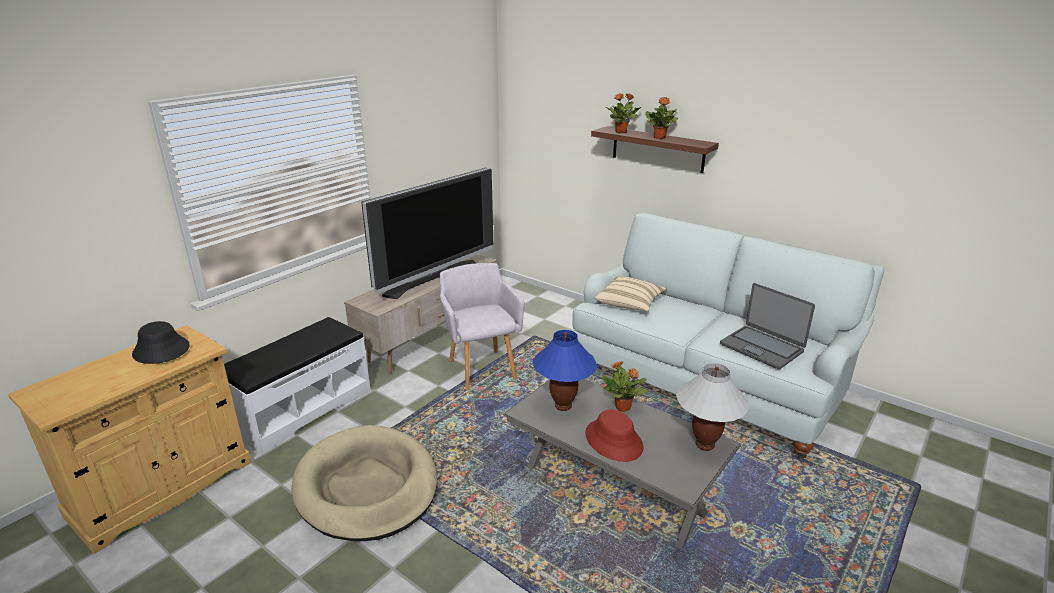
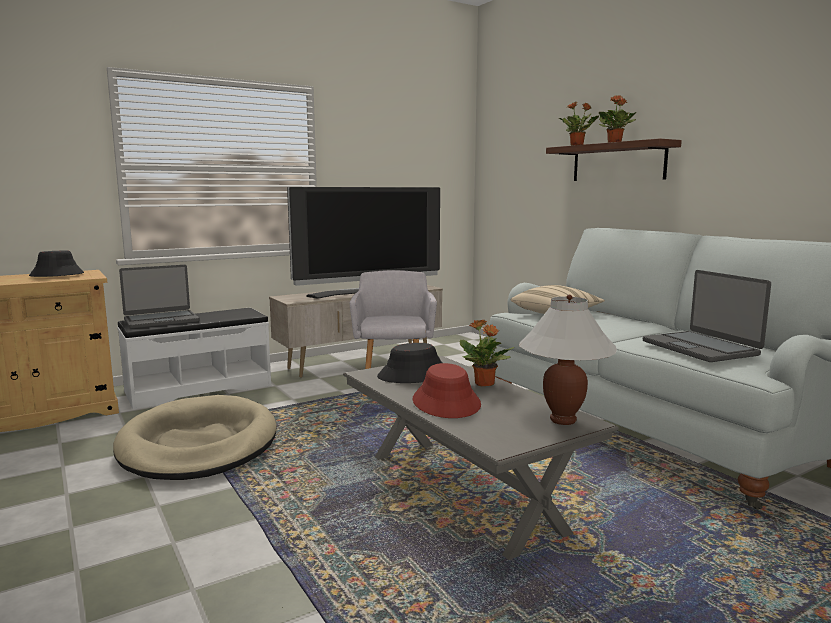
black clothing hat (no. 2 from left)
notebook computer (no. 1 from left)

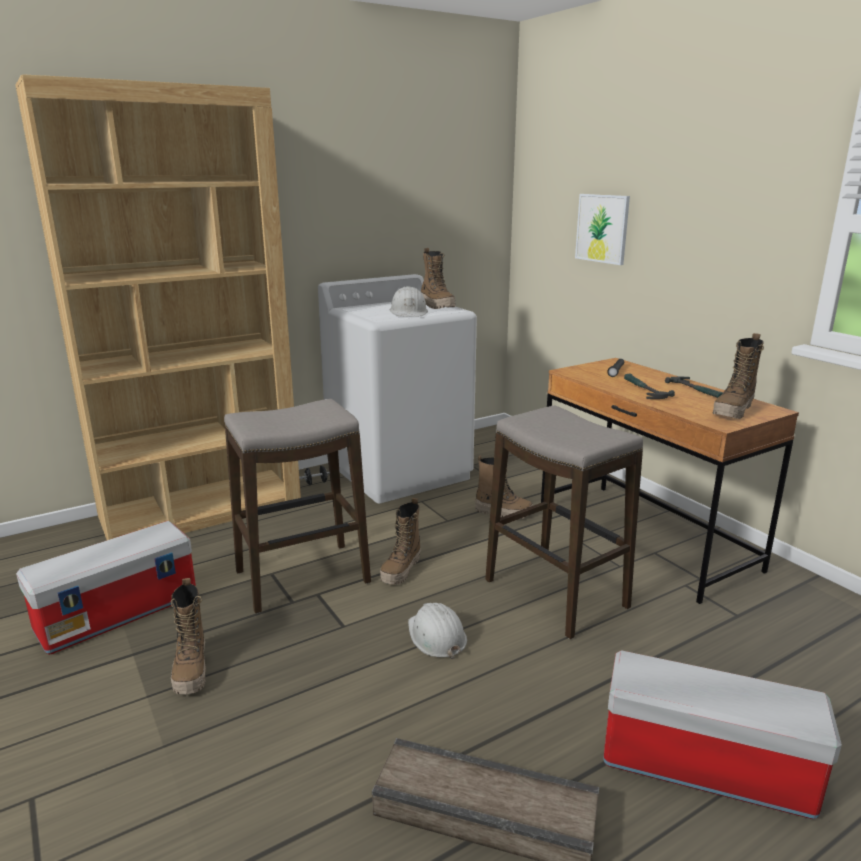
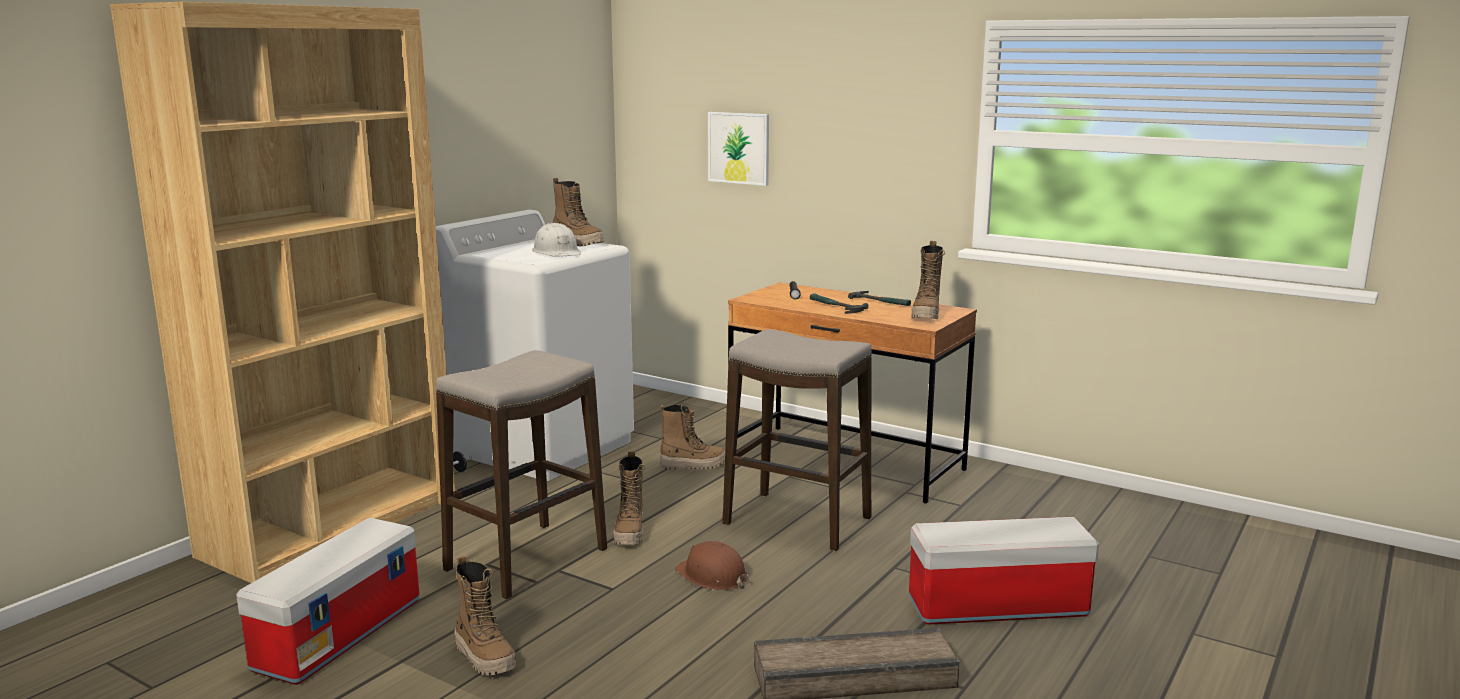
brown-coloured work helmet

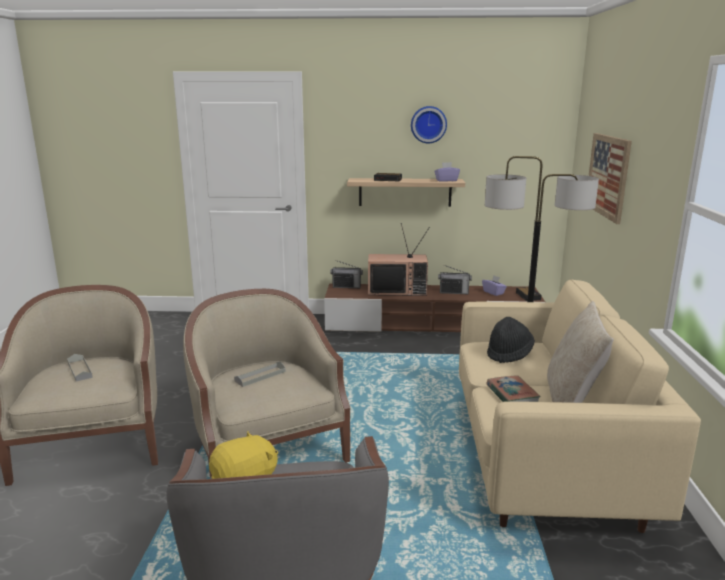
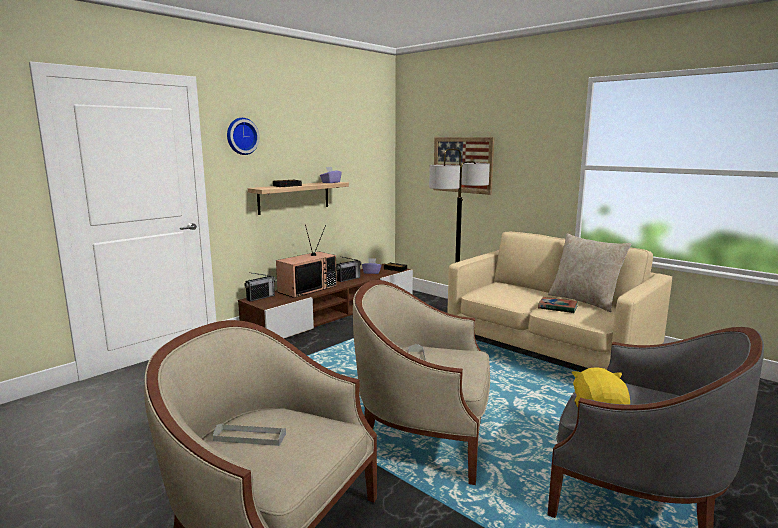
clock on the wall
black clothing hat

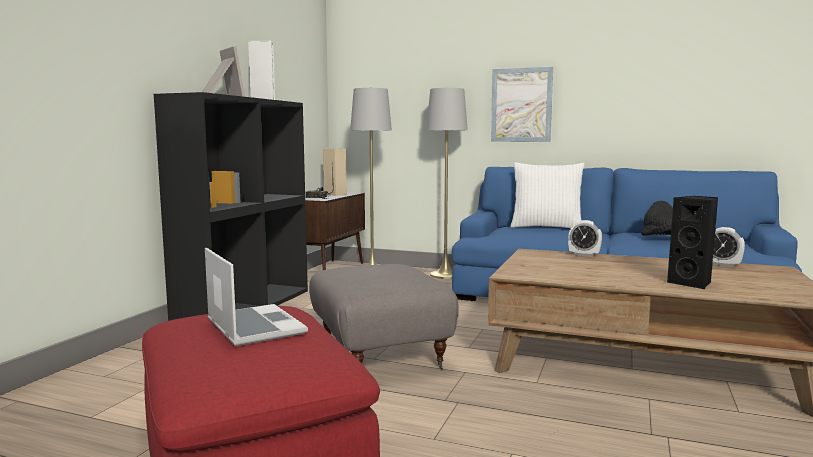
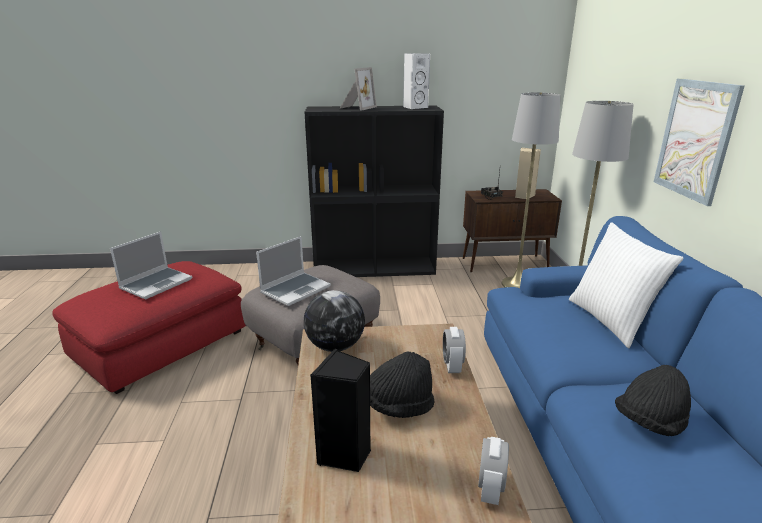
notebook computer (no. 2 from left)
world globe
black clothing hat (no. 1 from left)

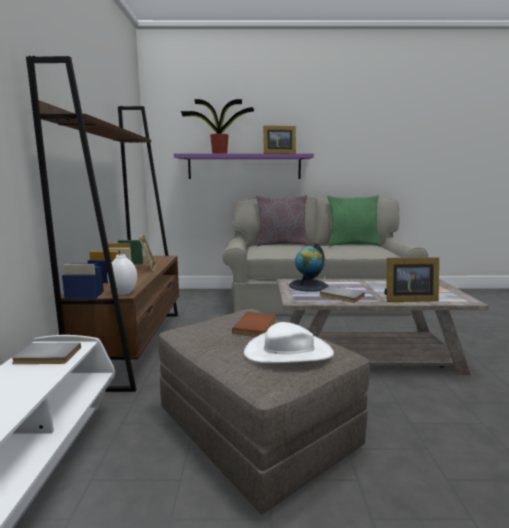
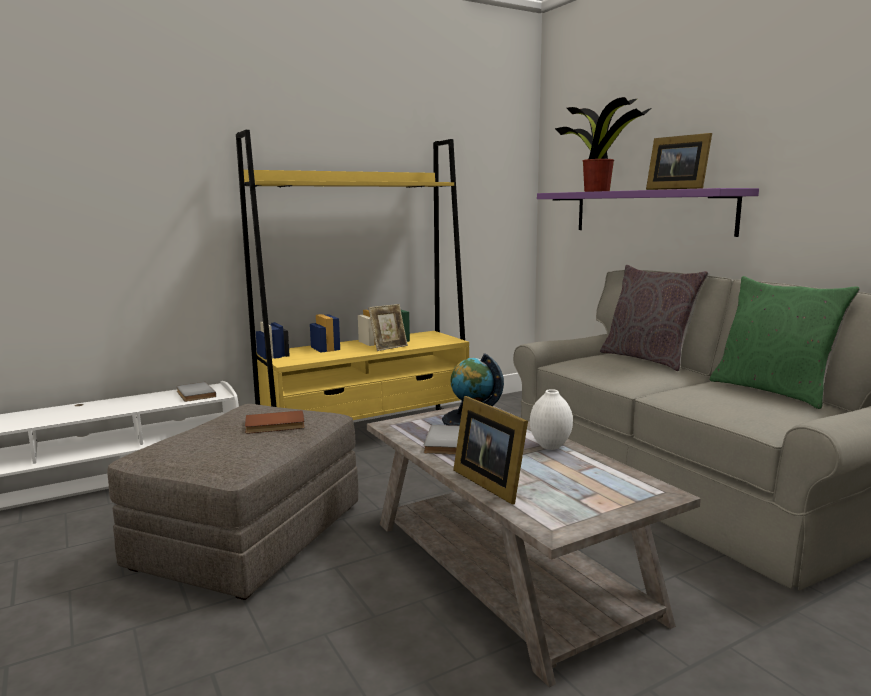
yellow shelving unit
white-coloured decorative vase
white-coloured clothing hat

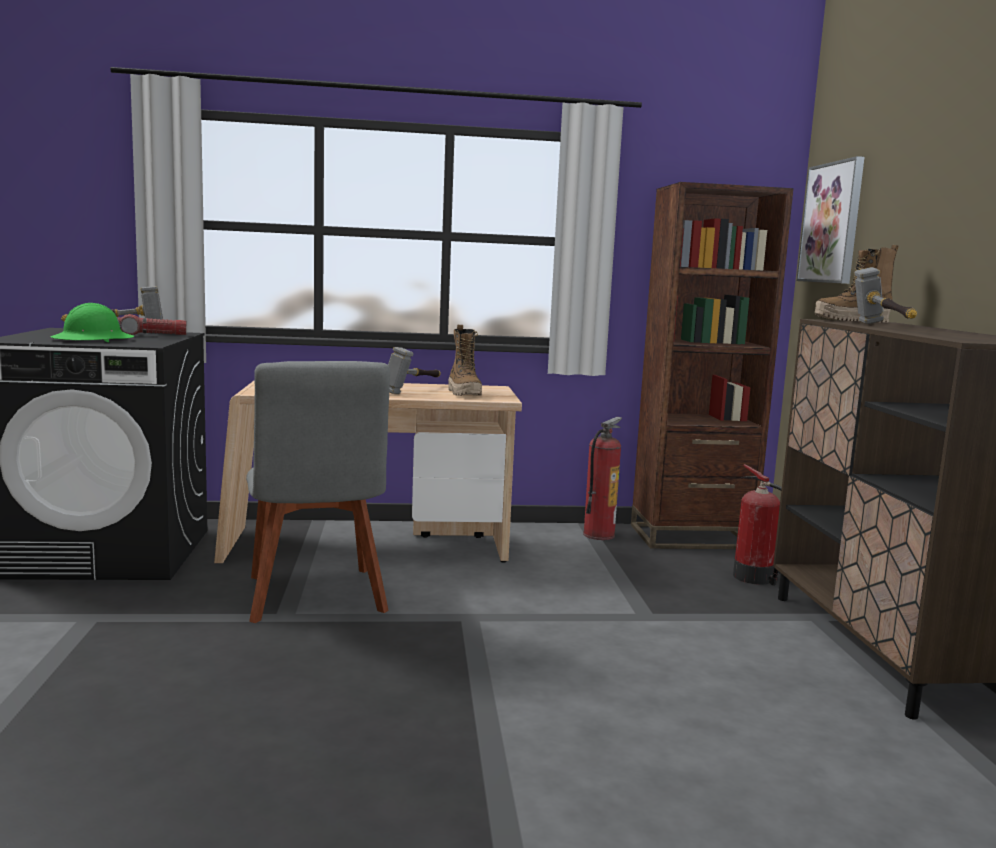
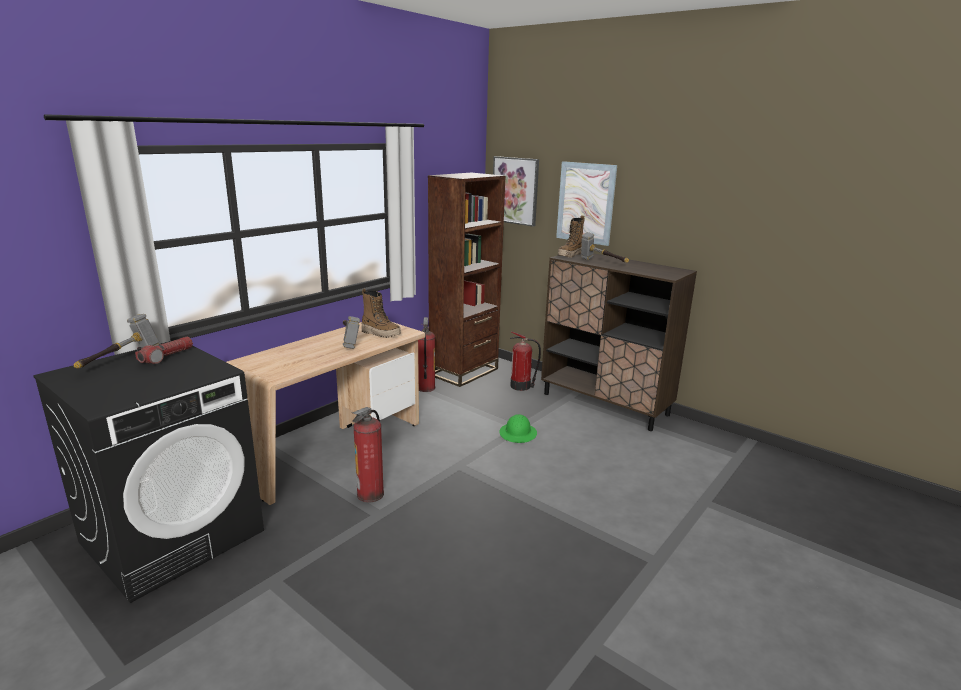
green work helmet
fire extinguisher (no. 1 from left)
wall art (no. 2 from left)

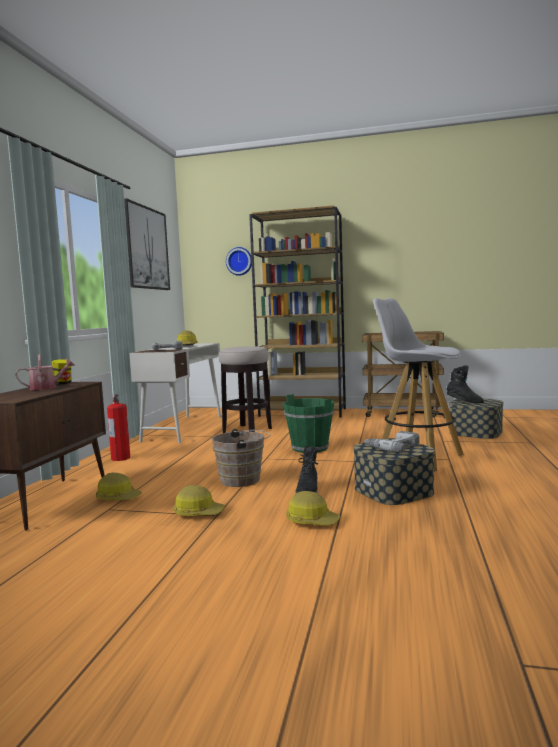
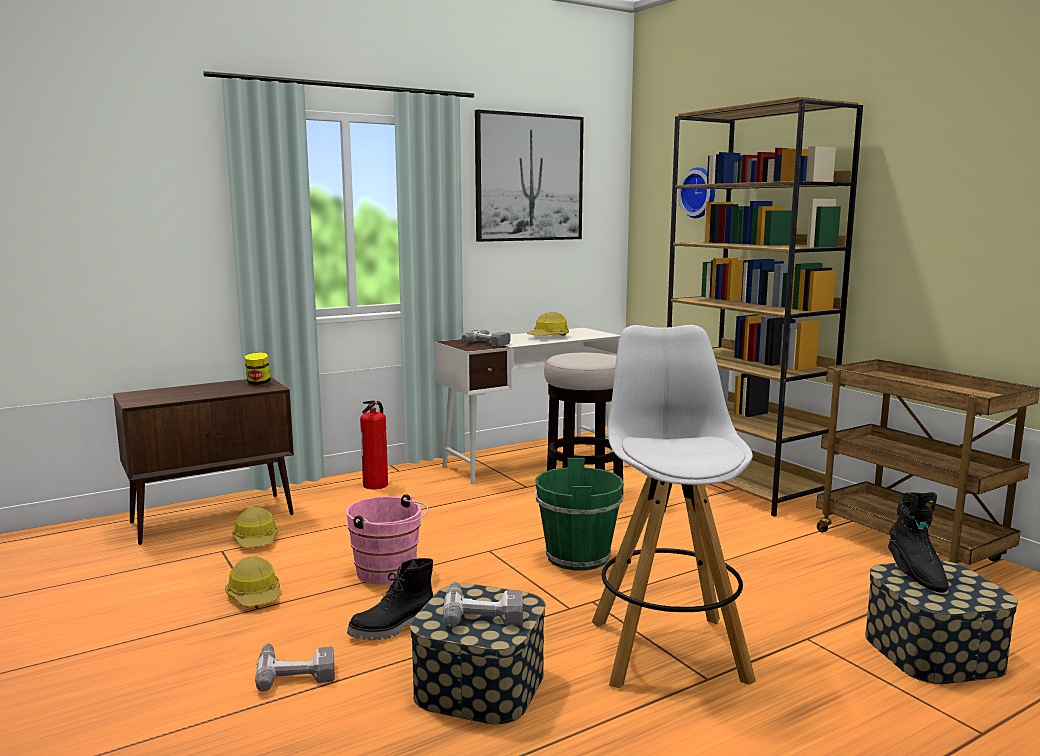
sprinkling can
pink bucket
drill (no. 1 from left)

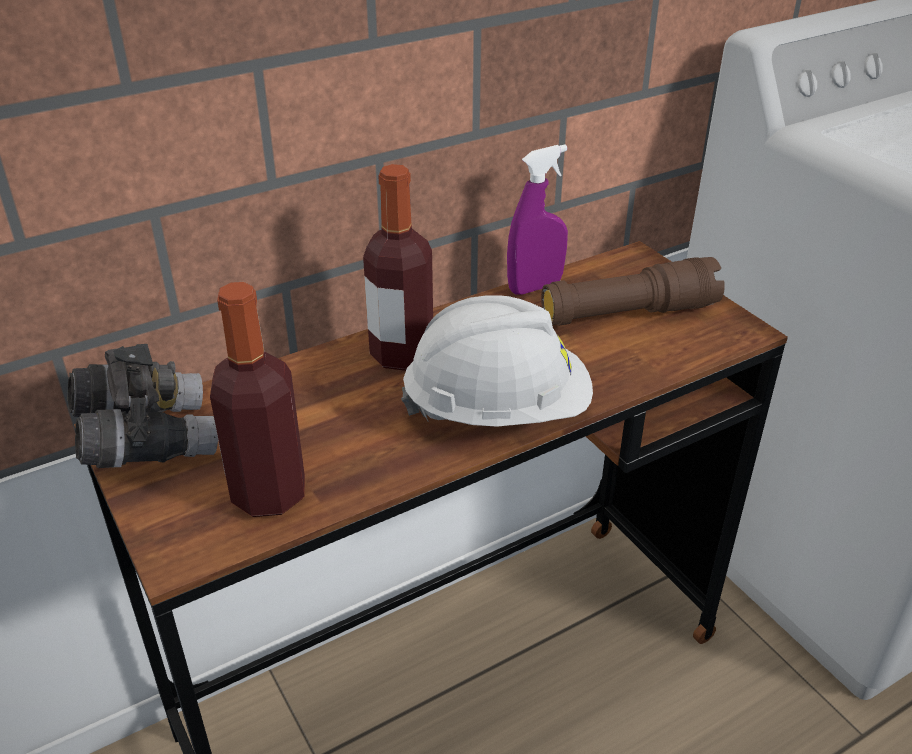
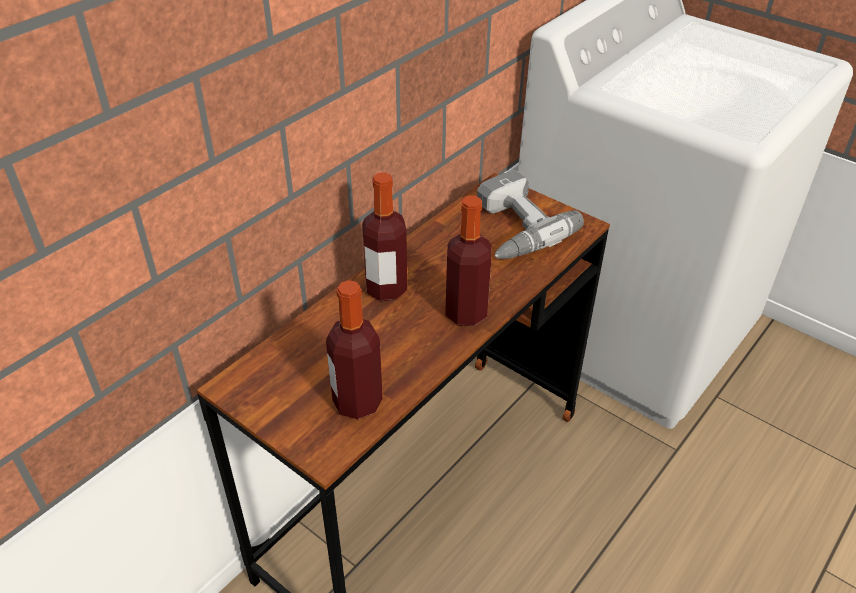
gray binoculars
drink bottle (no. 3 from left)
purplish hand sprayer
drill

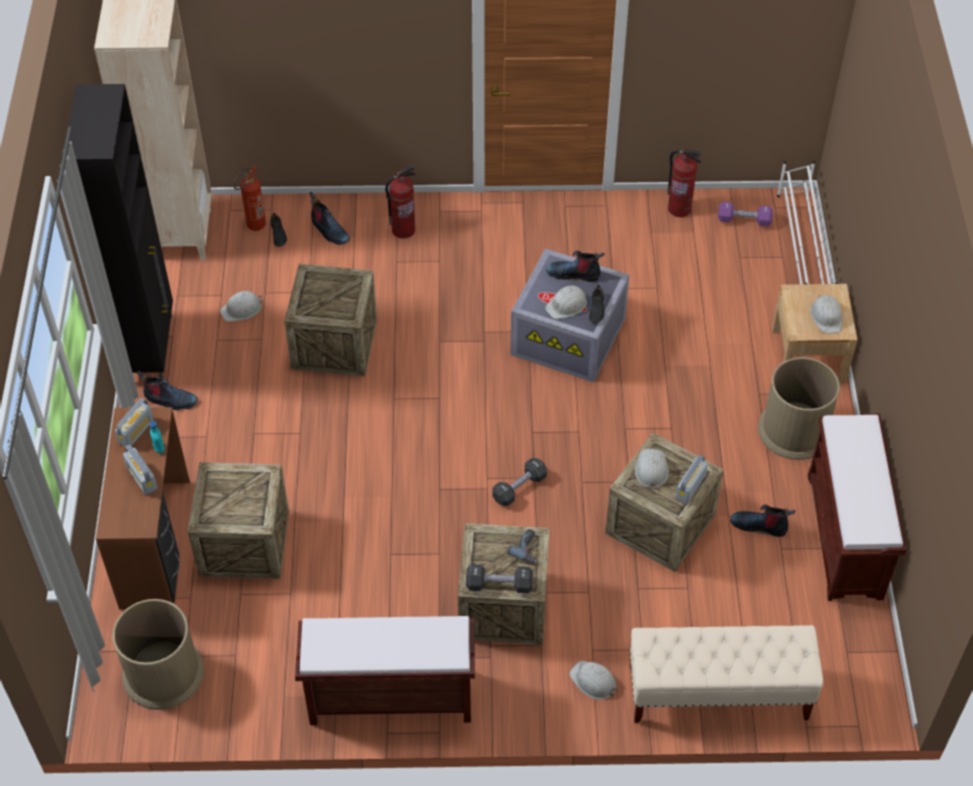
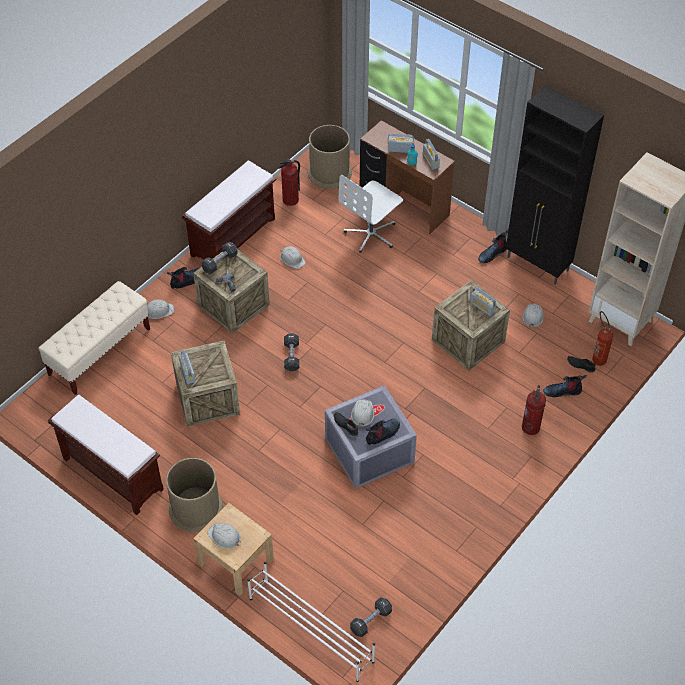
white-coloured computer chair
white-coloured work helmet (no. 3 from left)
fire extinguisher (no. 1 from left)
black free weight (no. 3 from left)
boot (no. 1 from left)
radio receiver (no. 4 from left)

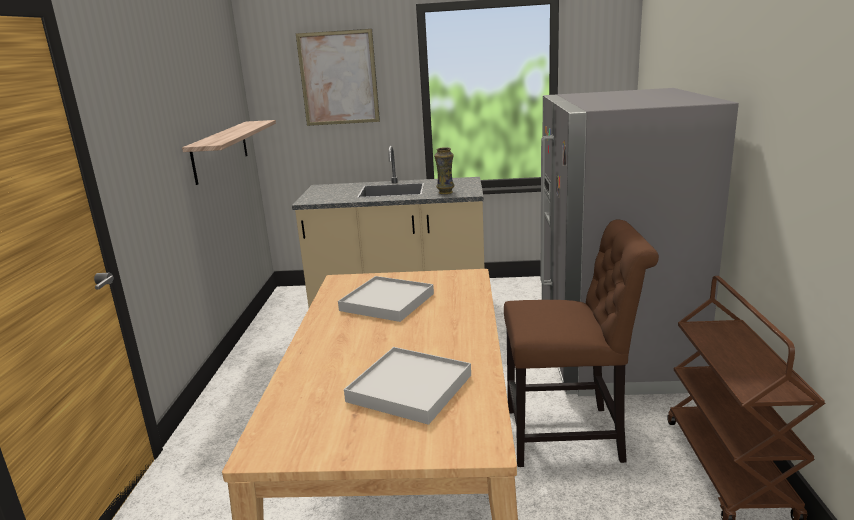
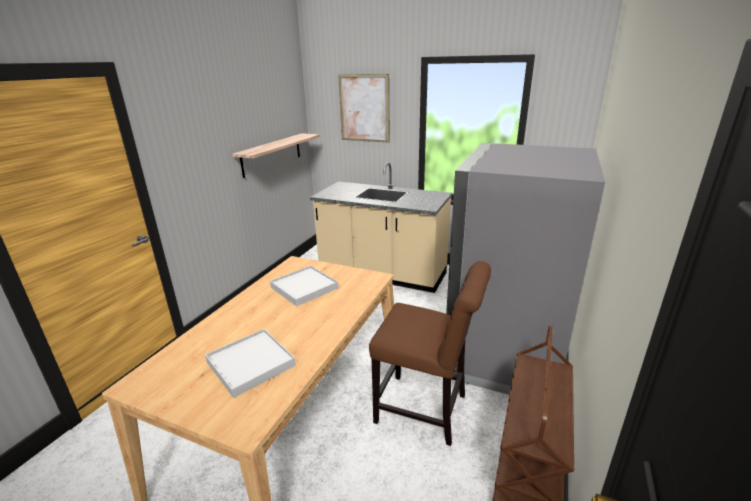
decorative vase

